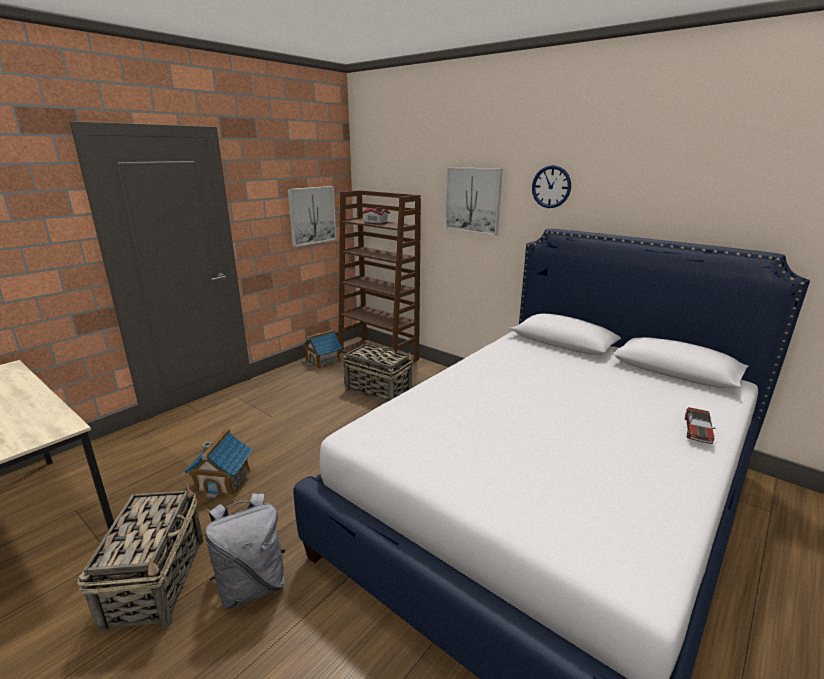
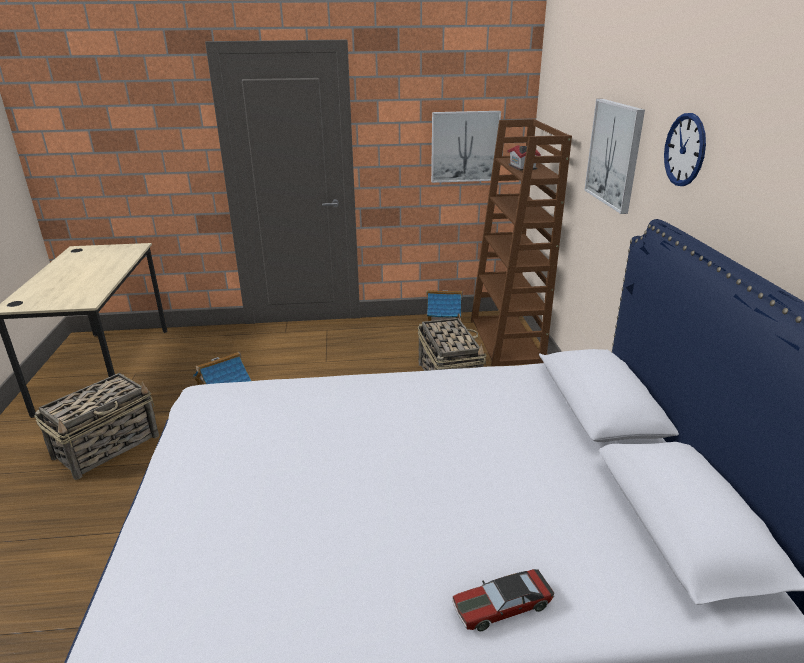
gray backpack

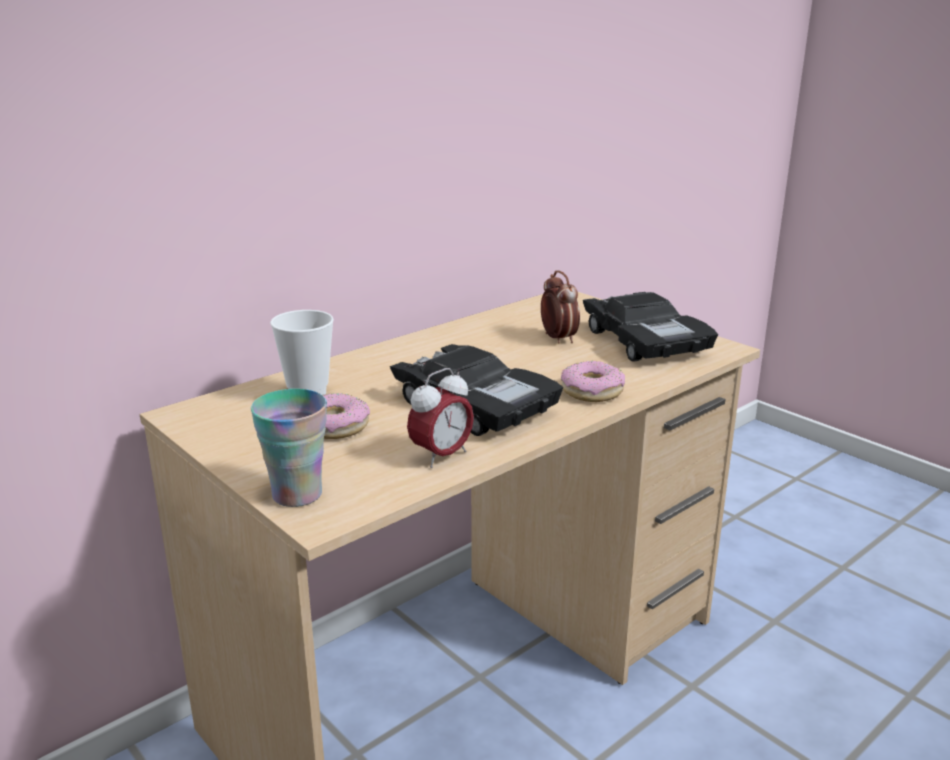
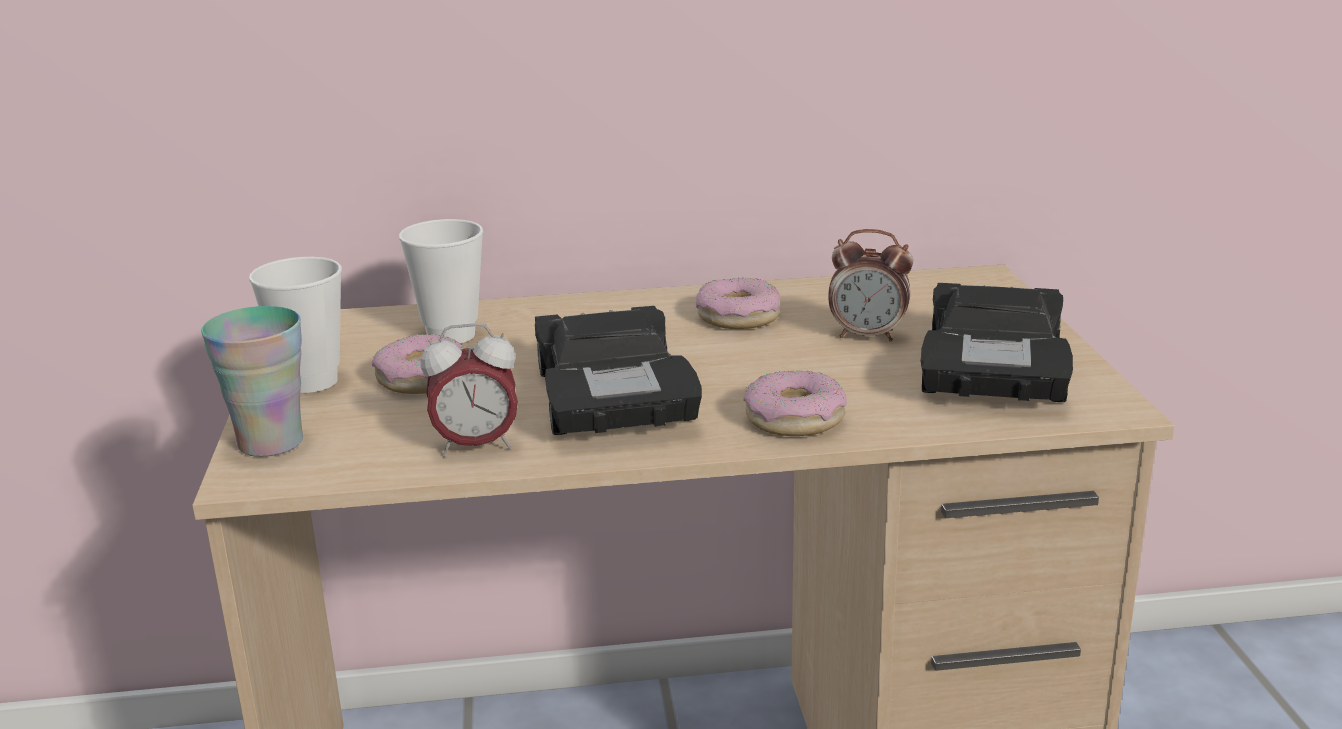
bedside clock (no. 2 from left)
drinking cup (no. 2 from left)
doughnut (no. 2 from left)

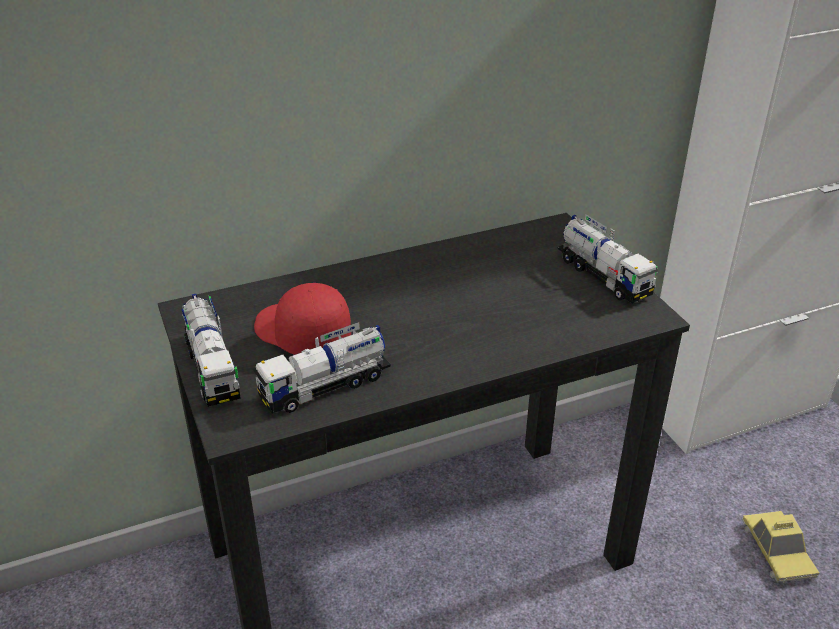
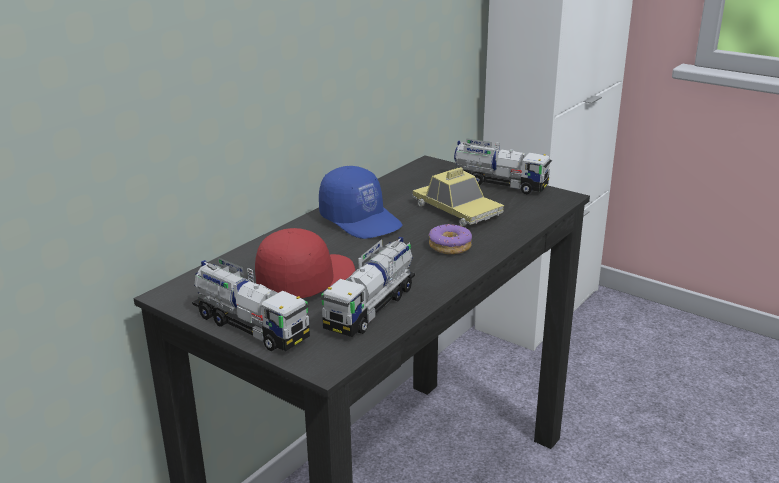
red baseball cap
model car
blue-coloured baseball cap
doughnut

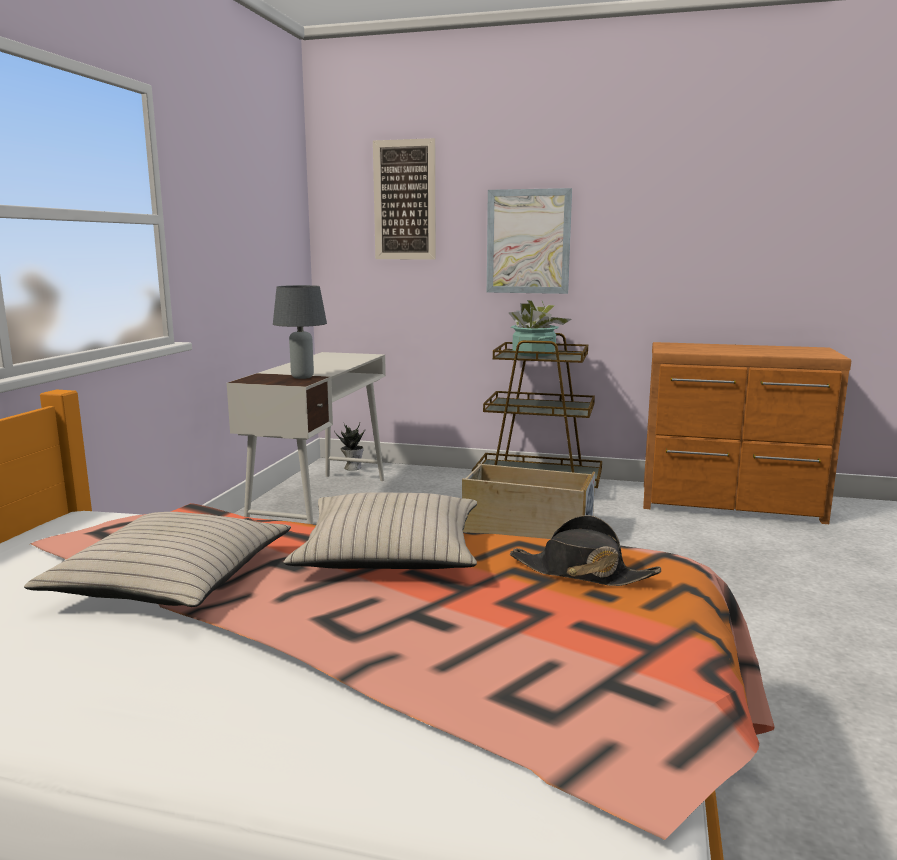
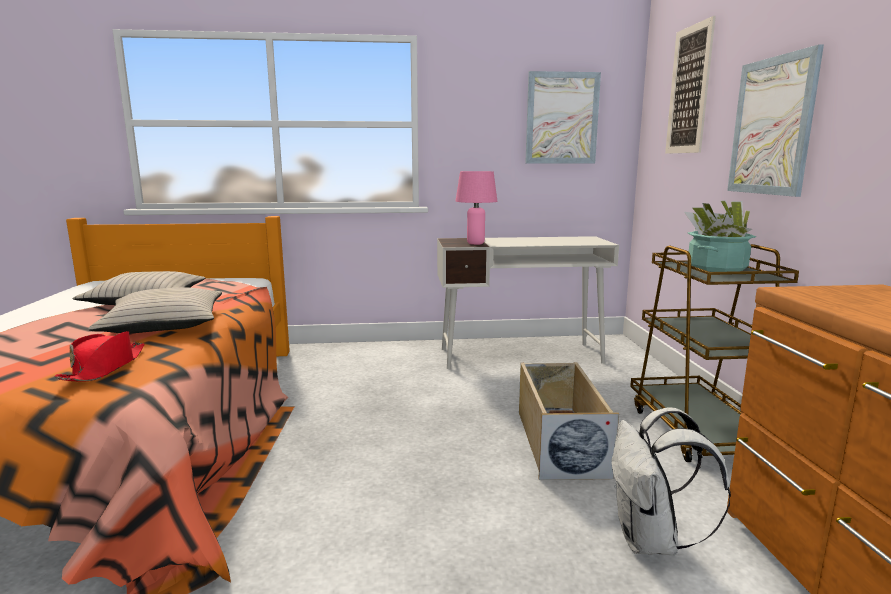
pink tabletop lamp
houseplant (no. 1 from left in the first image)
red clothing hat
wall art (no. 1 from left)
white-coloured backpack

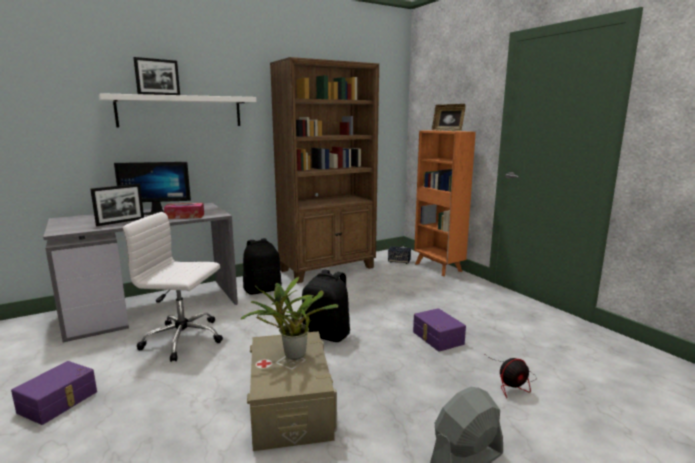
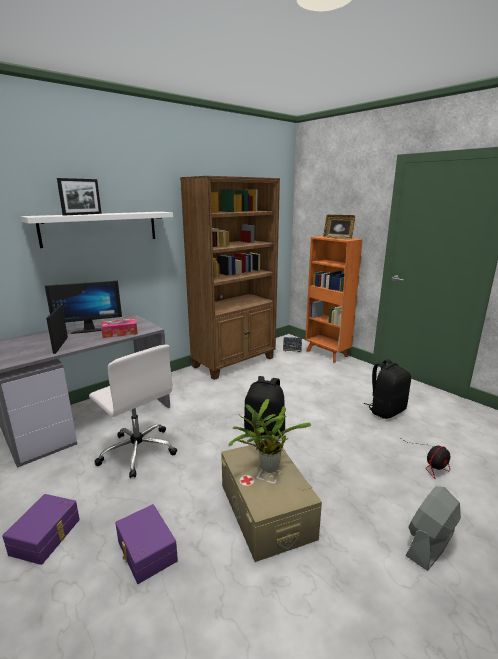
standing frame (no. 1 from left)
white-coloured computer chair
black backpack (no. 2 from left)
purplish storage box (no. 2 from left)

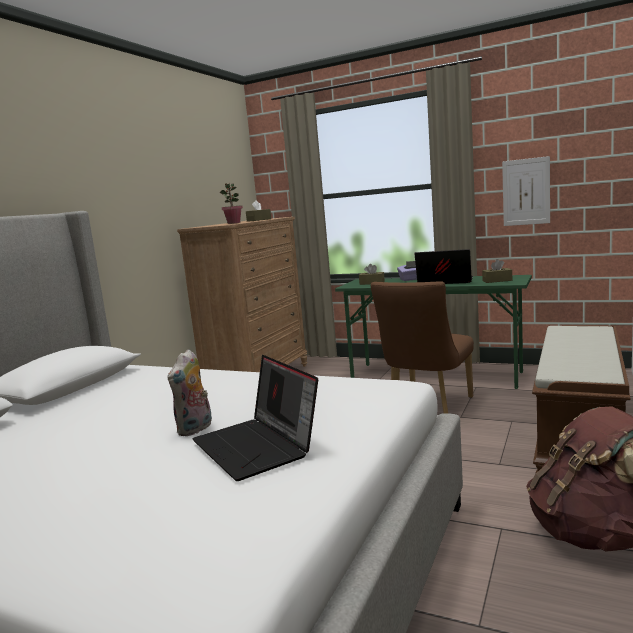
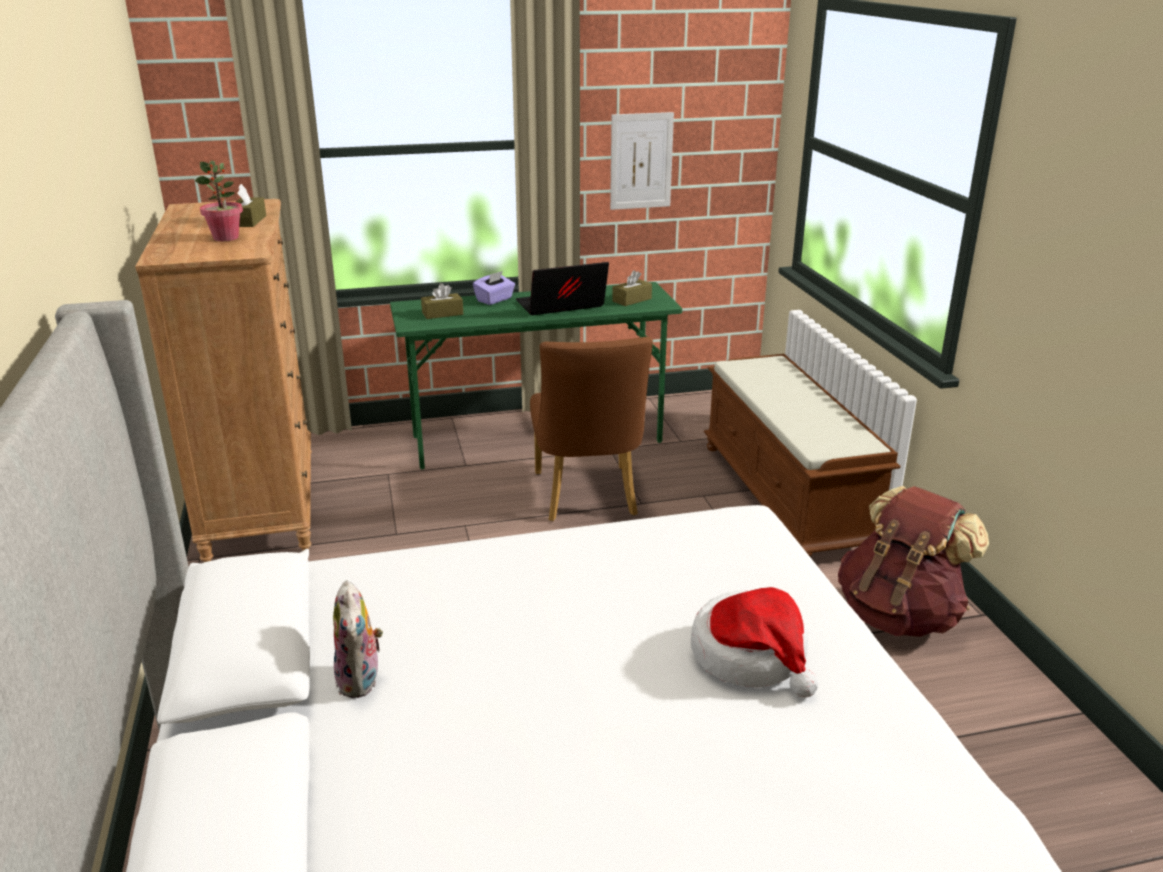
soft toy
clothing hat

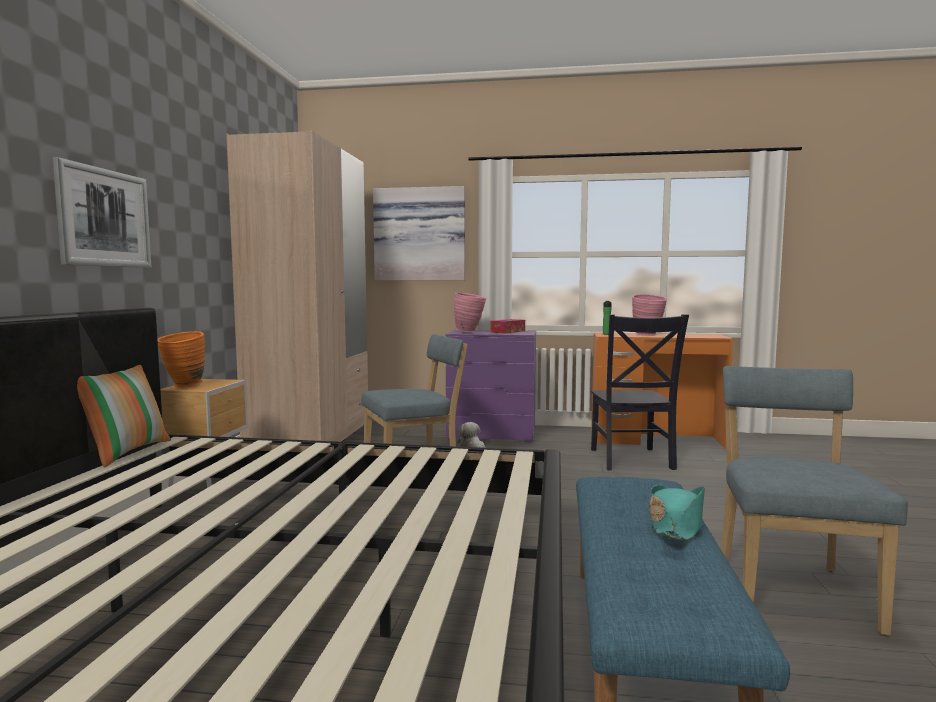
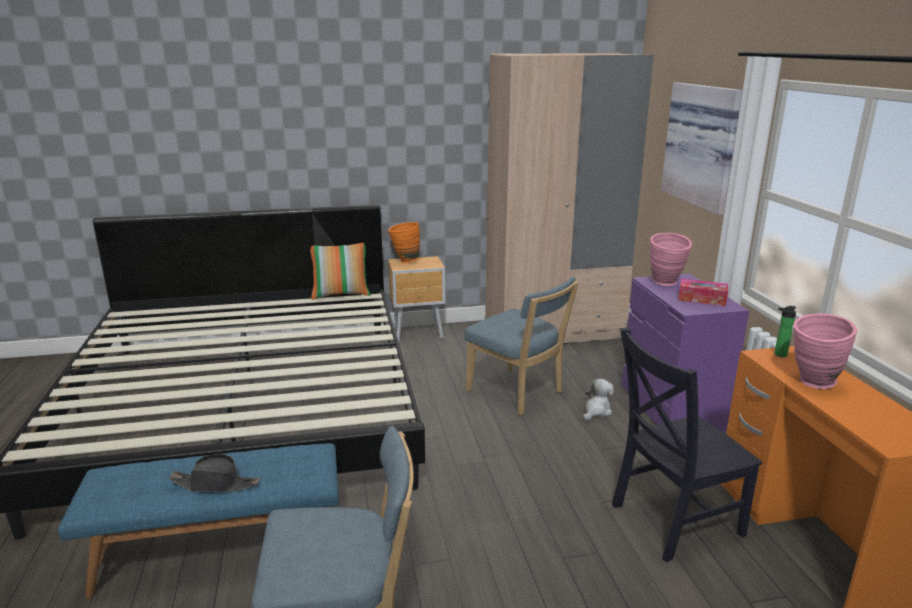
wall art (no. 1 from left in the first image)
black clothing hat

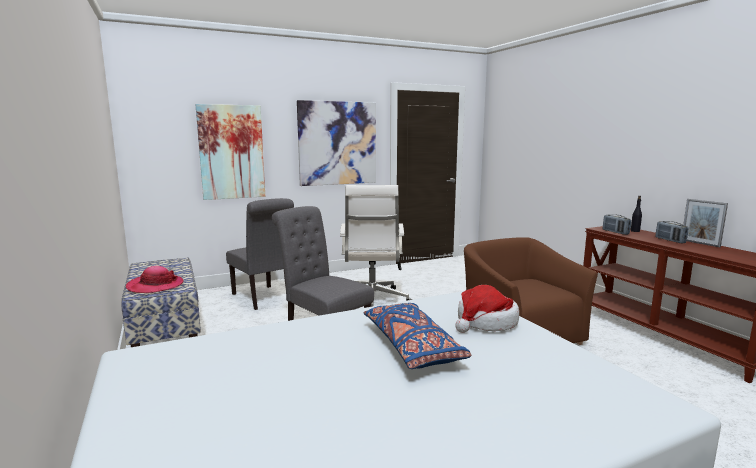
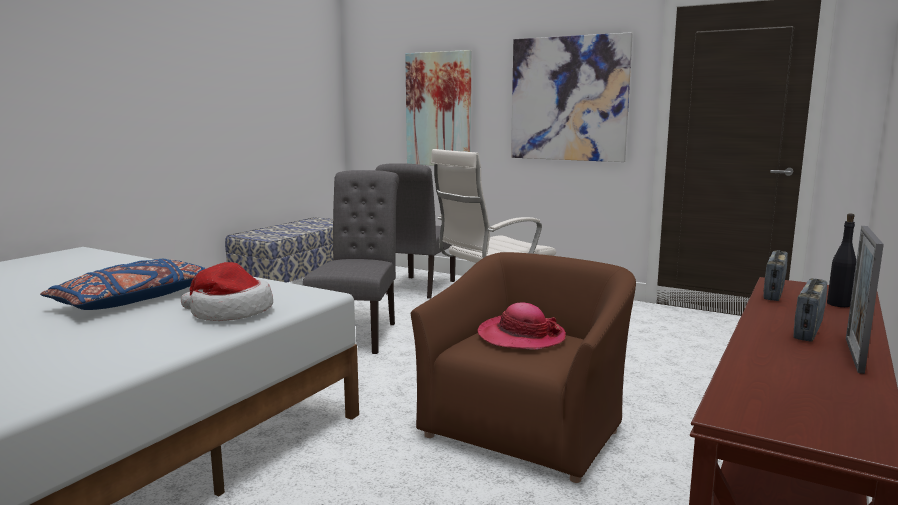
clothing hat (no. 2 from left)

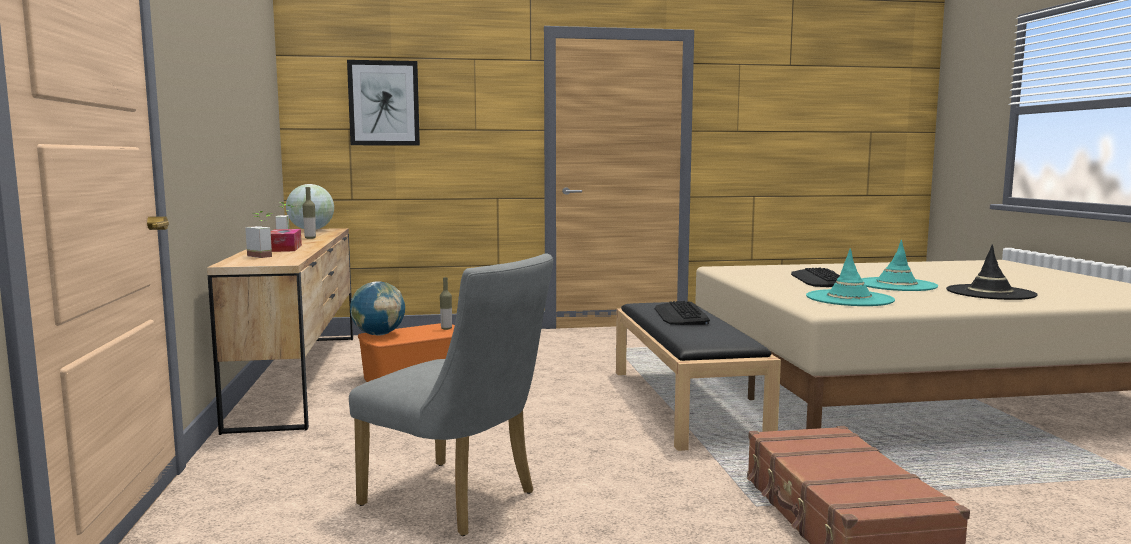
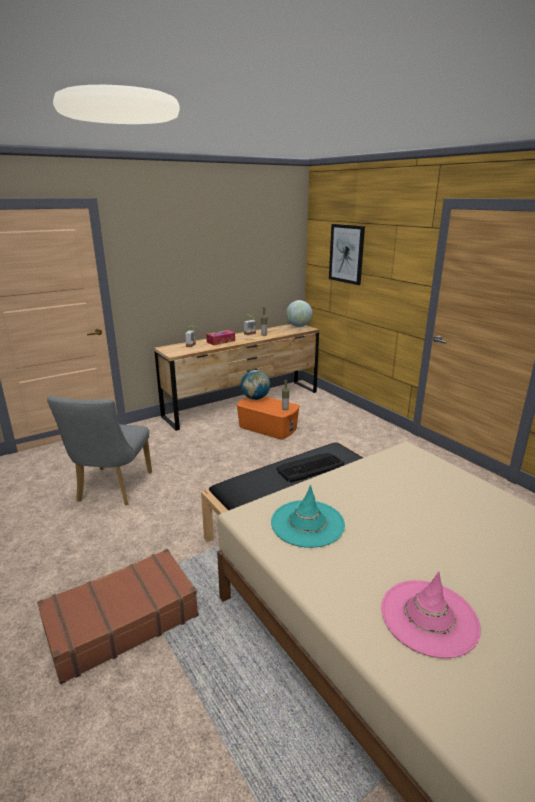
keyboard (no. 2 from left in the first image)
turquoise-coloured clothing hat (no. 2 from left in the first image)
pink clothing hat

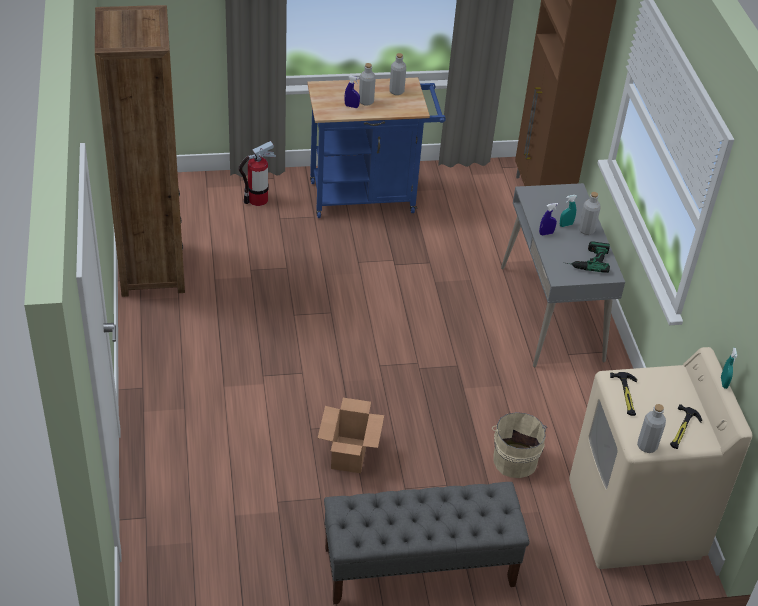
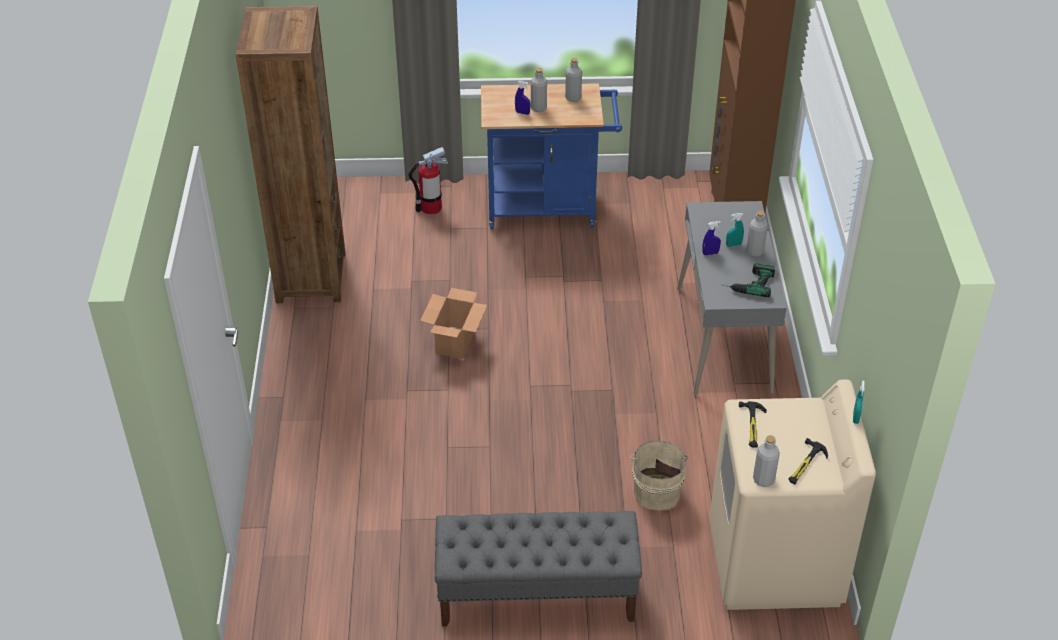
packing box

